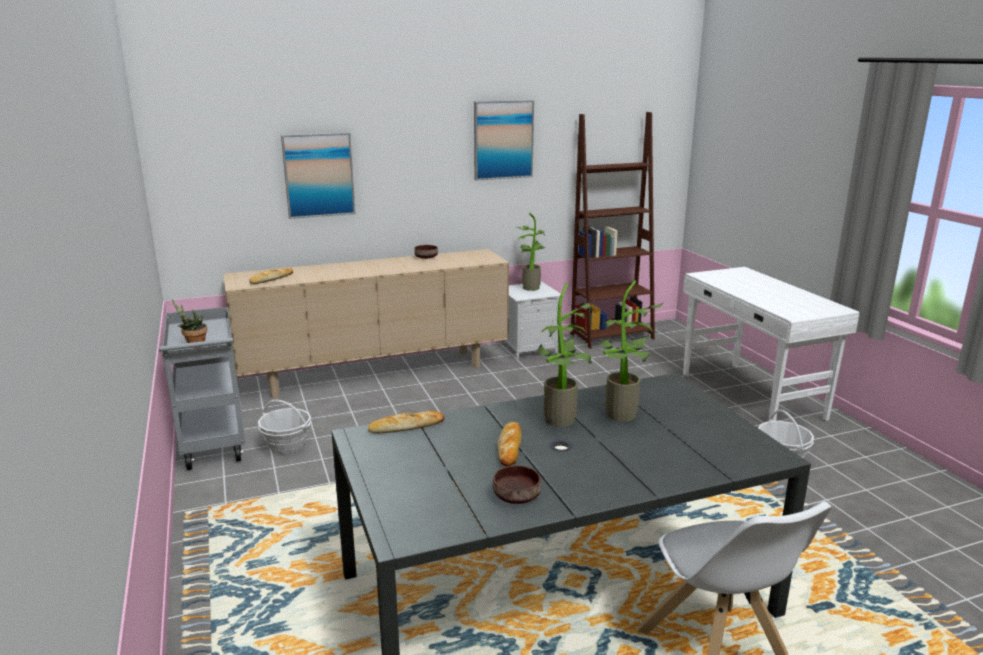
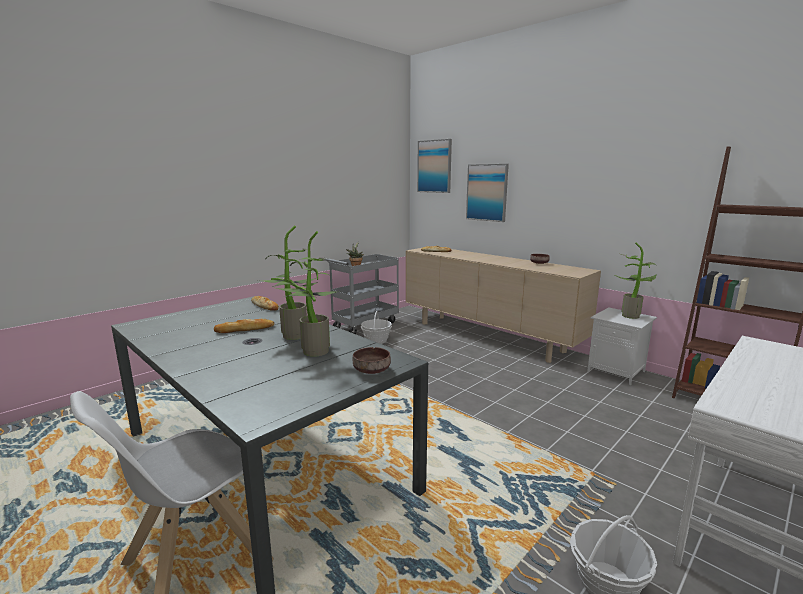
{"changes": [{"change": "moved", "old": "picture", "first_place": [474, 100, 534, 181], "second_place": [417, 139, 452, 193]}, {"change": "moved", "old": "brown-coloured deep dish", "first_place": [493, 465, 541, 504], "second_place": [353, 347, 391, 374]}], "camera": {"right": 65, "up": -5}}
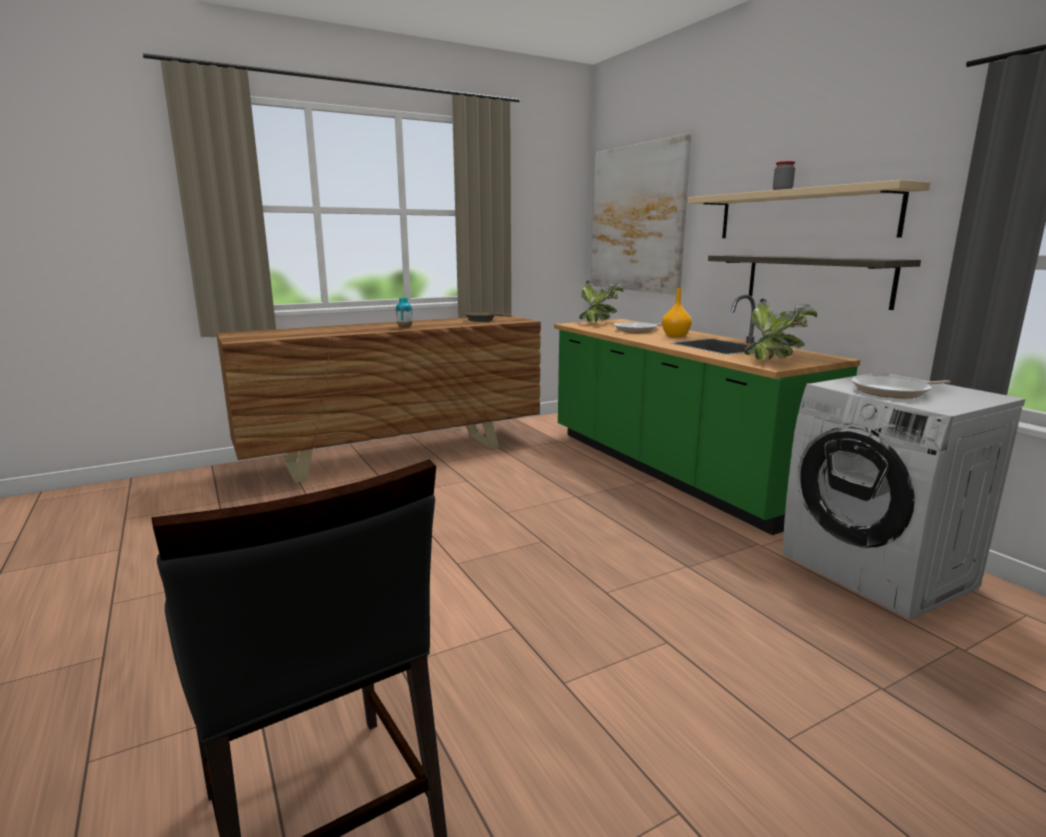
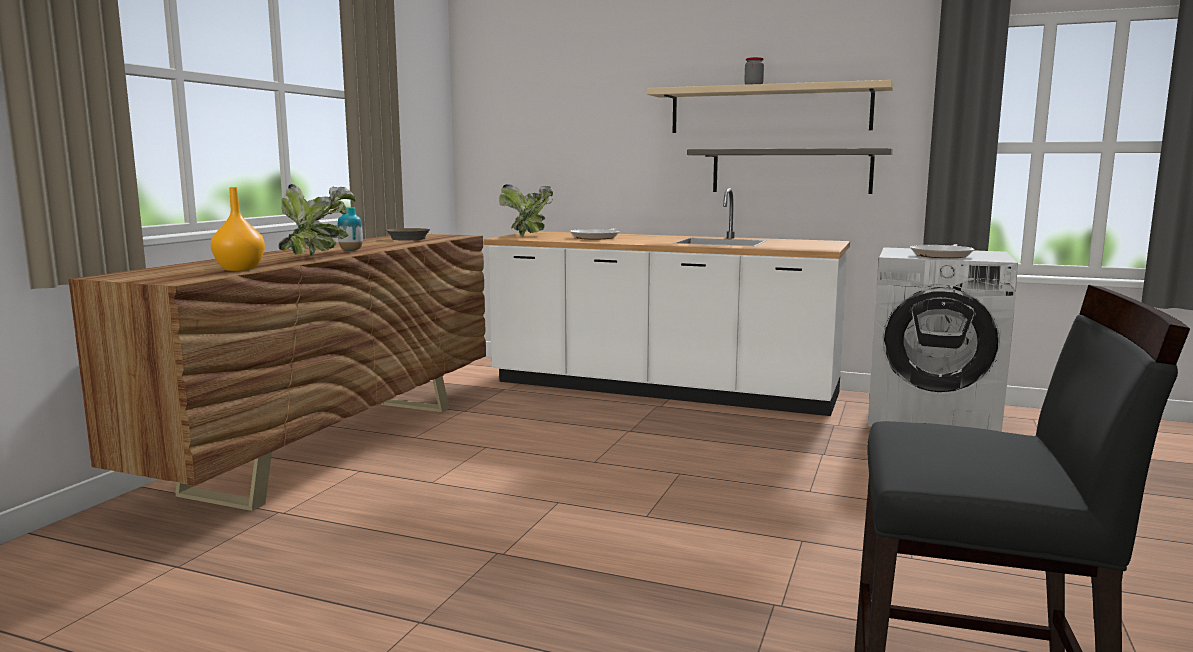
{"changes": [{"change": "removed", "old": "picture", "first_place": [591, 134, 691, 295]}, {"change": "moved", "old": "orange-coloured flower vase", "first_place": [662, 288, 692, 337], "second_place": [211, 187, 265, 271]}, {"change": "moved", "old": "plant in a pot", "first_place": [744, 299, 817, 360], "second_place": [279, 184, 356, 256]}, {"change": "recoloured", "old": "green-coloured kitchen counter", "new": "whitish kitchen counter", "first_place": [554, 294, 861, 535], "second_place": [484, 188, 850, 416]}], "camera": {"right": -40, "up": -5}}
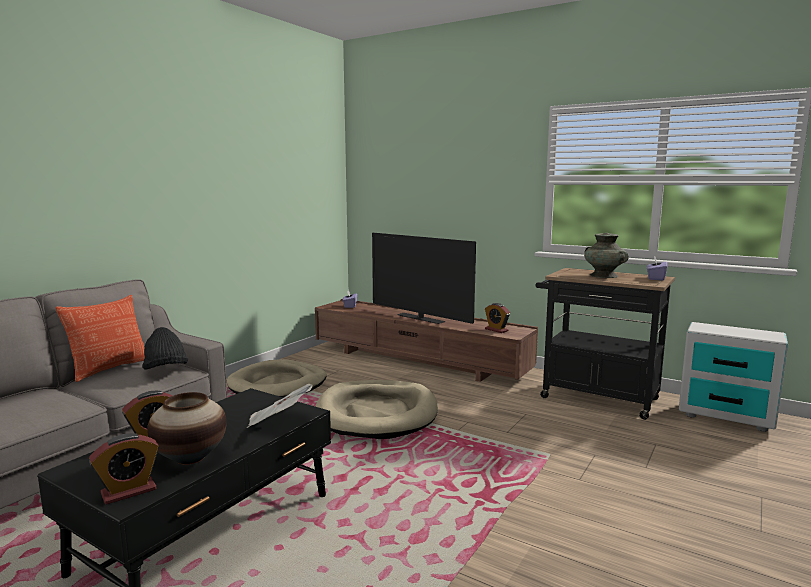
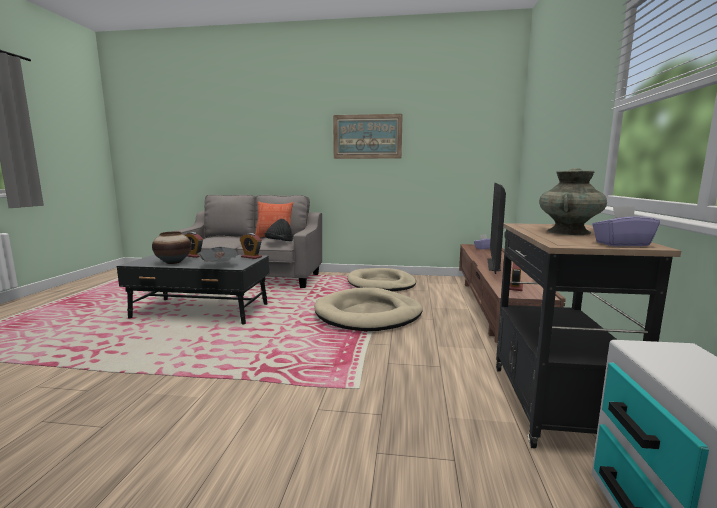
{"changes": [{"change": "added", "new": "picture", "second_place": [333, 114, 403, 159]}, {"change": "moved", "old": "bedside clock", "first_place": [89, 433, 159, 505], "second_place": [240, 233, 262, 259]}], "camera": {"right": 65, "up": 0}}
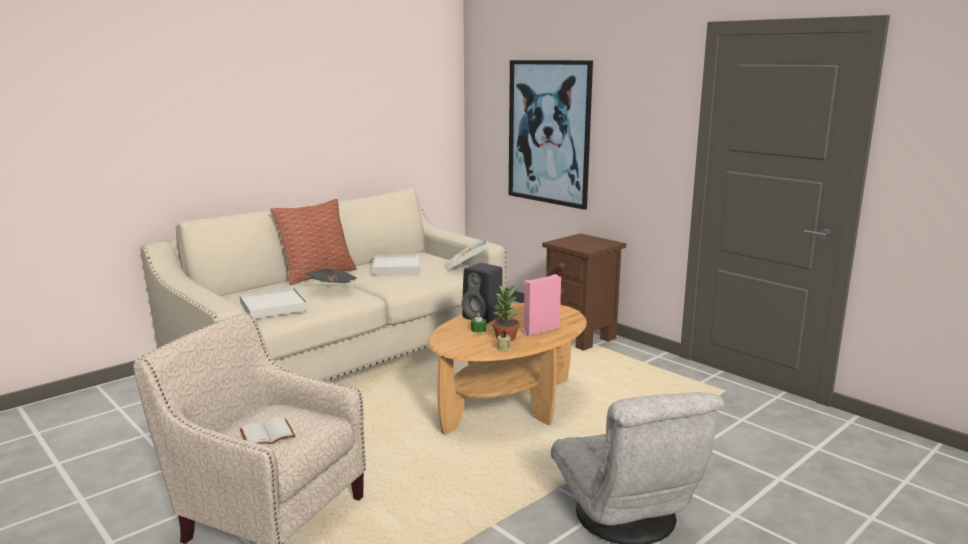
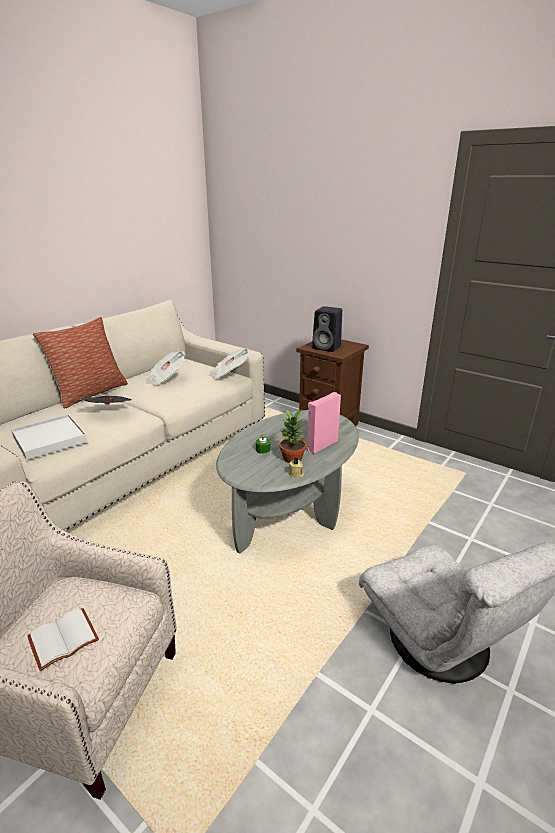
{"changes": [{"change": "removed", "old": "picture", "first_place": [509, 60, 593, 210]}, {"change": "moved", "old": "blackish speaker", "first_place": [462, 263, 503, 324], "second_place": [312, 306, 342, 352]}, {"change": "replaced", "old": "whitish carrying tray", "new": "printed paper", "first_place": [371, 254, 420, 275], "second_place": [143, 351, 186, 385]}, {"change": "recoloured", "old": "brown-coloured low table", "new": "greyish low table", "first_place": [427, 303, 587, 435], "second_place": [216, 410, 359, 554]}], "camera": {"right": -10, "up": 10}}
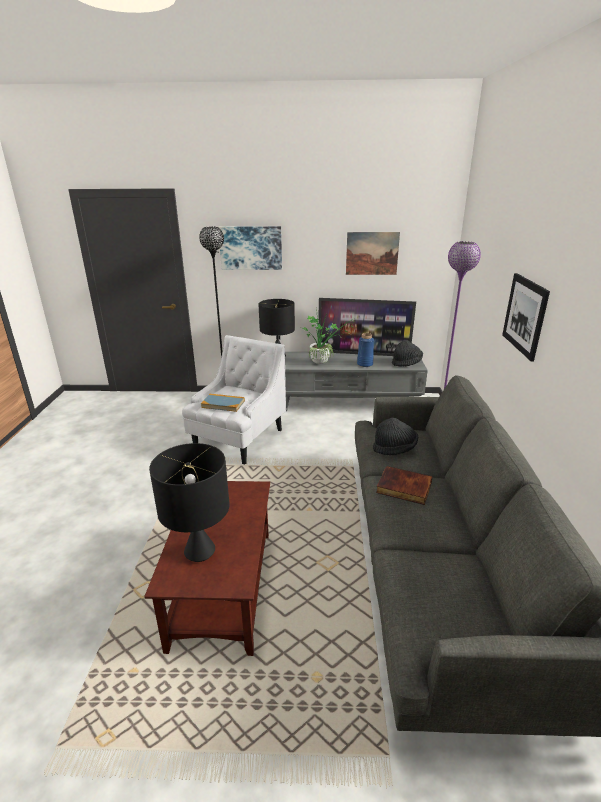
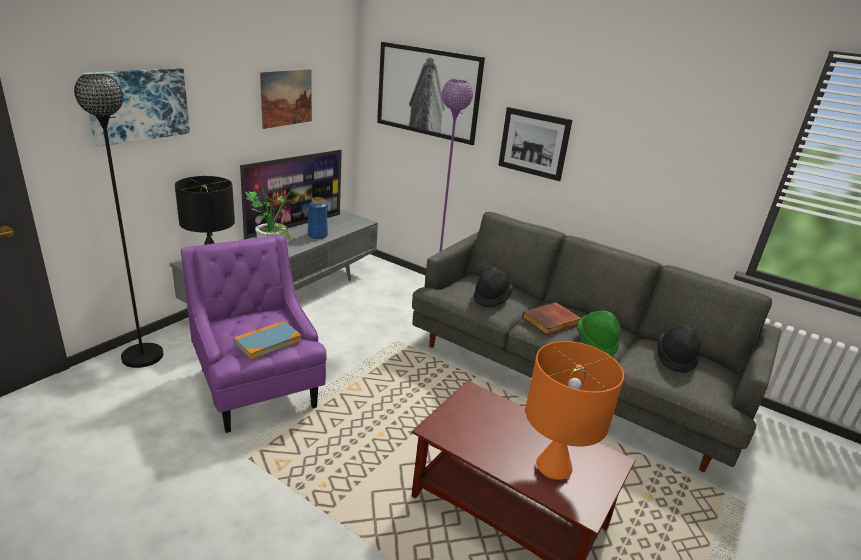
{"changes": [{"change": "added", "new": "picture", "second_place": [377, 42, 485, 145]}, {"change": "added", "new": "green-coloured wearable hat", "second_place": [577, 310, 621, 357]}, {"change": "moved", "old": "blackish wearable hat", "first_place": [392, 340, 423, 367], "second_place": [658, 325, 701, 373]}, {"change": "recoloured", "old": "blackish table lamp", "new": "orange-coloured table lamp", "first_place": [149, 443, 230, 562], "second_place": [525, 341, 624, 480]}, {"change": "recoloured", "old": "whitish easy chair", "new": "purplish easy chair", "first_place": [182, 335, 286, 465], "second_place": [181, 235, 327, 433]}], "camera": {"right": -60, "up": 0}}
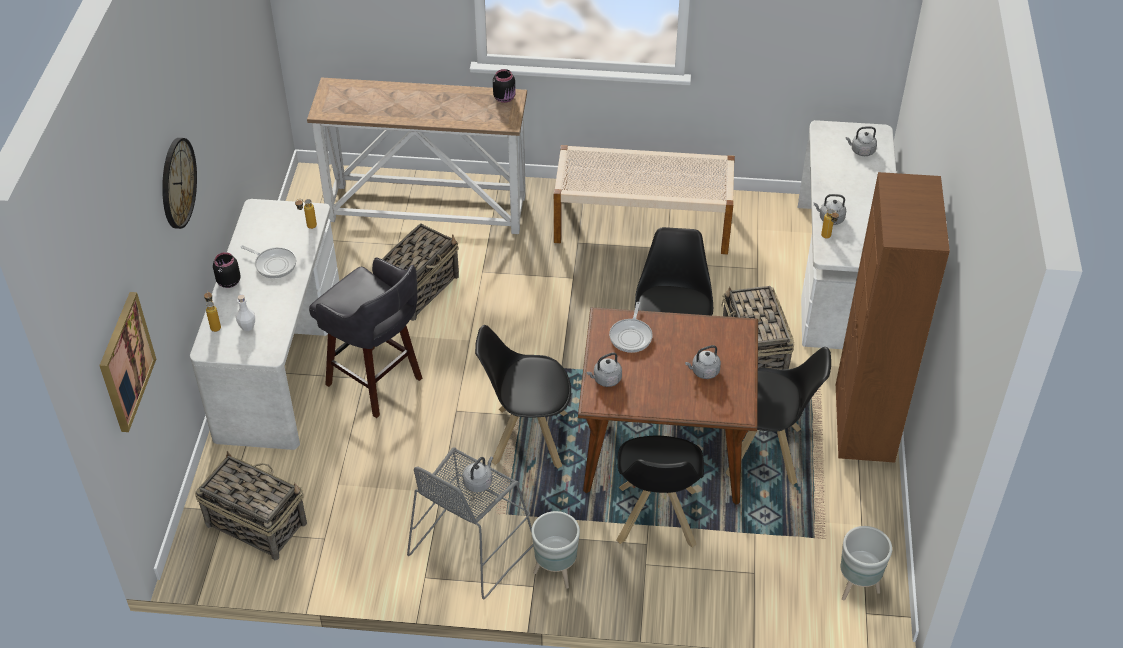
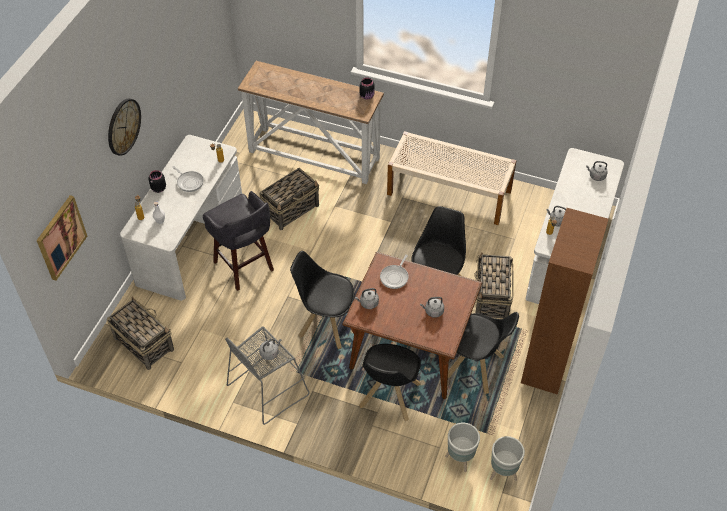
{"changes": [{"change": "moved", "old": "greyish plant pot", "first_place": [531, 511, 580, 588], "second_place": [445, 423, 480, 472]}], "camera": {"right": 15, "up": 5}}
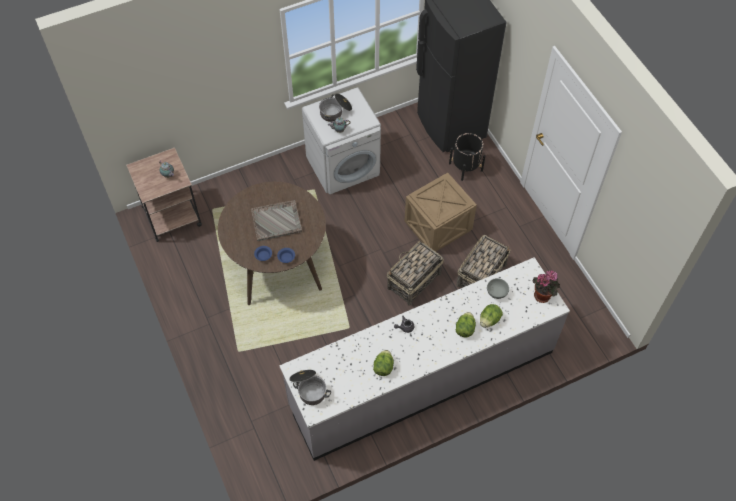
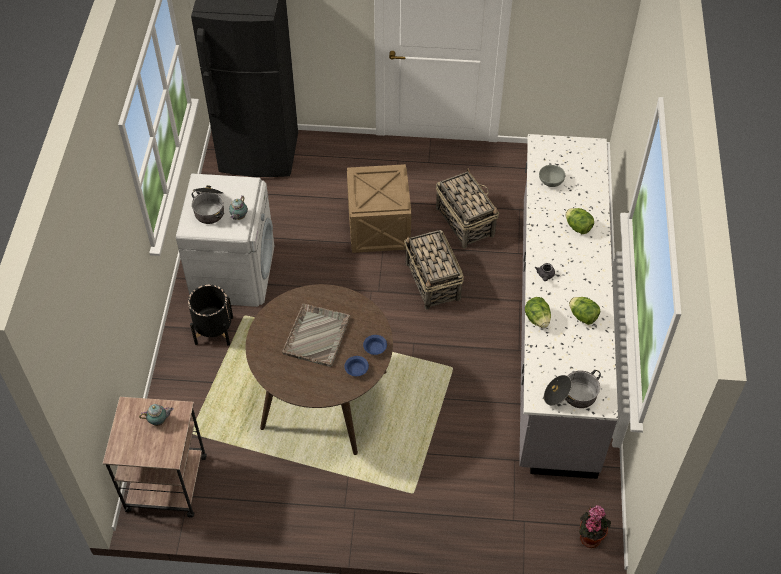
{"changes": [{"change": "moved", "old": "blackish plant pot", "first_place": [449, 133, 485, 181], "second_place": [188, 285, 233, 346]}, {"change": "moved", "old": "head of lettuce", "first_place": [480, 304, 503, 327], "second_place": [525, 297, 551, 328]}, {"change": "moved", "old": "plant in a pot", "first_place": [533, 270, 560, 303], "second_place": [579, 505, 611, 548]}], "camera": {"right": -60, "up": -5}}
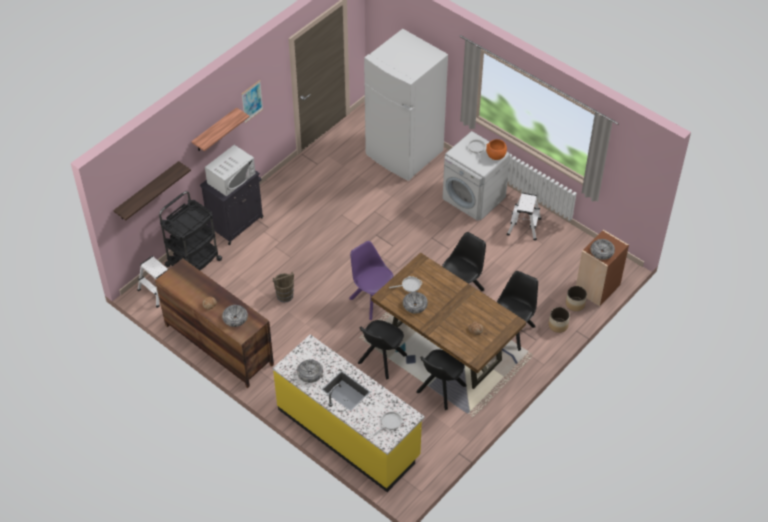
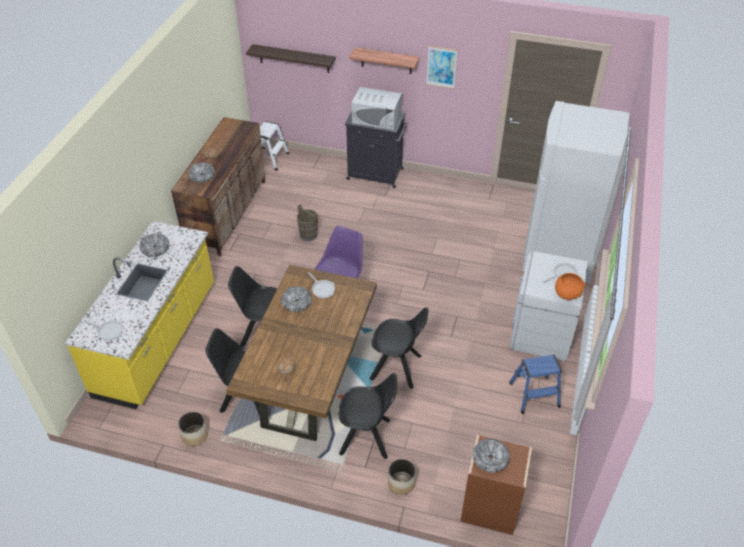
{"changes": [{"change": "removed", "old": "blackish cart", "first_place": [159, 191, 222, 270]}, {"change": "moved", "old": "plant pot", "first_place": [566, 286, 587, 311], "second_place": [178, 412, 208, 446]}, {"change": "recoloured", "old": "whitish step ladder", "new": "blue step ladder", "first_place": [507, 193, 541, 241], "second_place": [509, 354, 562, 414]}], "camera": {"right": 65, "up": -5}}
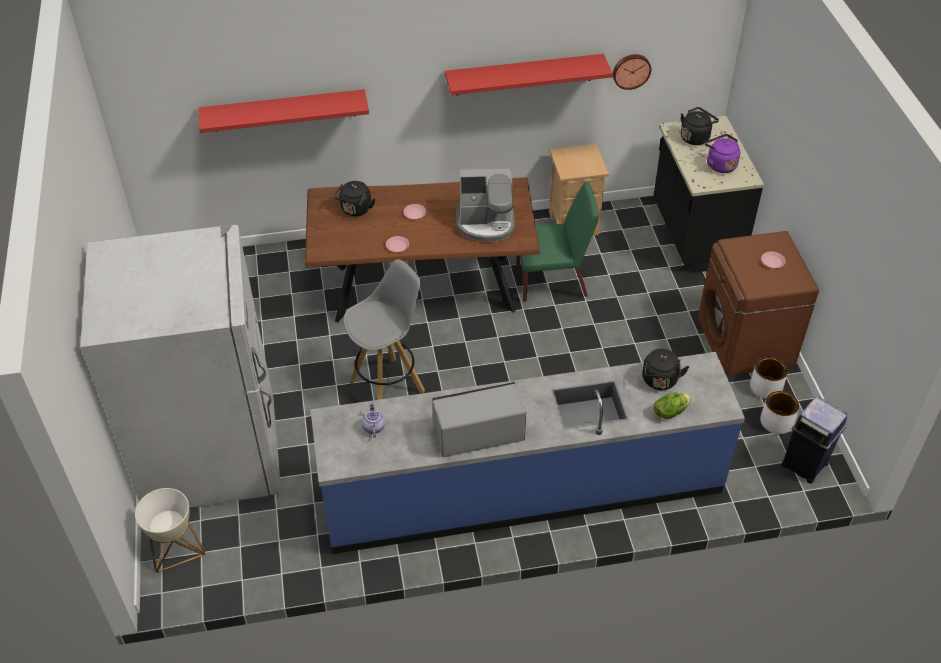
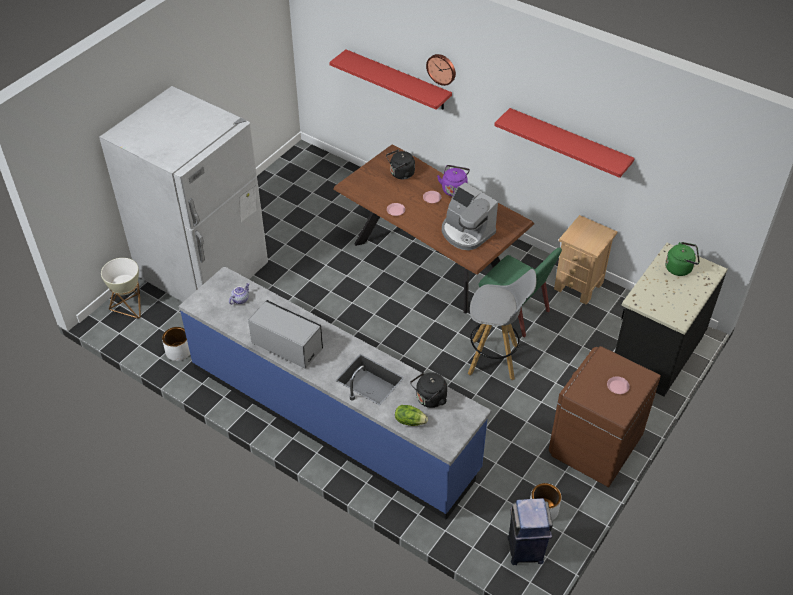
{"changes": [{"change": "moved", "old": "greyish sitting stool", "first_place": [344, 259, 425, 400], "second_place": [468, 269, 537, 380]}, {"change": "moved", "old": "clock on the wall", "first_place": [613, 54, 651, 90], "second_place": [426, 54, 456, 86]}, {"change": "moved", "old": "purplish tea kettle", "first_place": [704, 134, 740, 173], "second_place": [437, 165, 470, 196]}, {"change": "moved", "old": "whitish plant pot", "first_place": [750, 357, 788, 399], "second_place": [162, 327, 190, 361]}, {"change": "recoloured", "old": "blackish tea kettle", "new": "green-coloured tea kettle", "first_place": [681, 107, 719, 145], "second_place": [665, 242, 700, 276]}], "camera": {"right": 45, "up": 0}}
